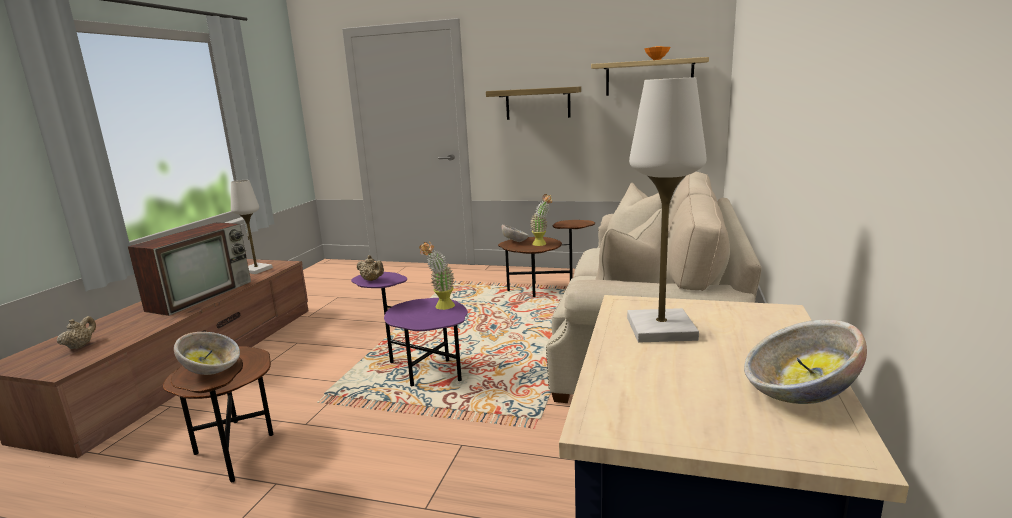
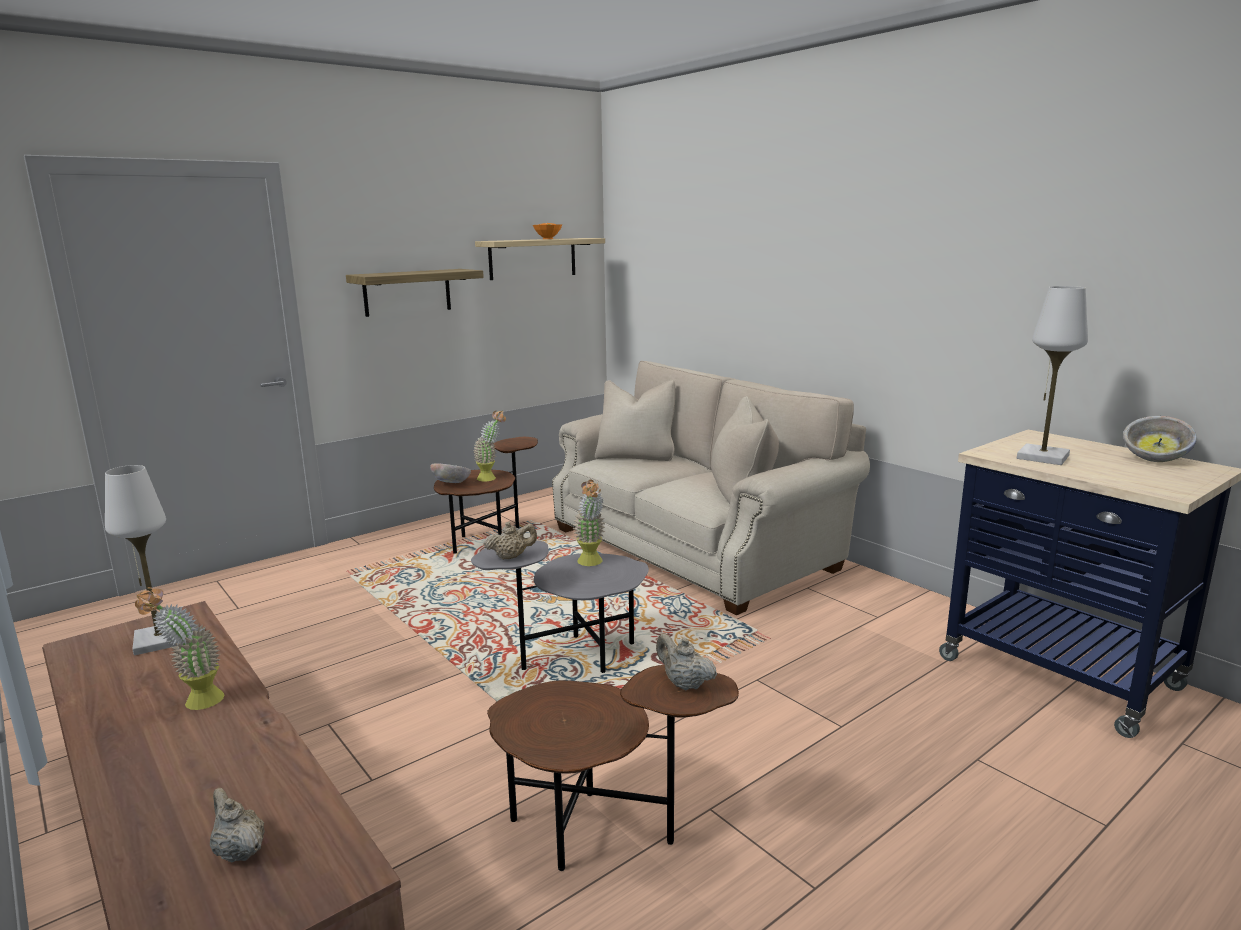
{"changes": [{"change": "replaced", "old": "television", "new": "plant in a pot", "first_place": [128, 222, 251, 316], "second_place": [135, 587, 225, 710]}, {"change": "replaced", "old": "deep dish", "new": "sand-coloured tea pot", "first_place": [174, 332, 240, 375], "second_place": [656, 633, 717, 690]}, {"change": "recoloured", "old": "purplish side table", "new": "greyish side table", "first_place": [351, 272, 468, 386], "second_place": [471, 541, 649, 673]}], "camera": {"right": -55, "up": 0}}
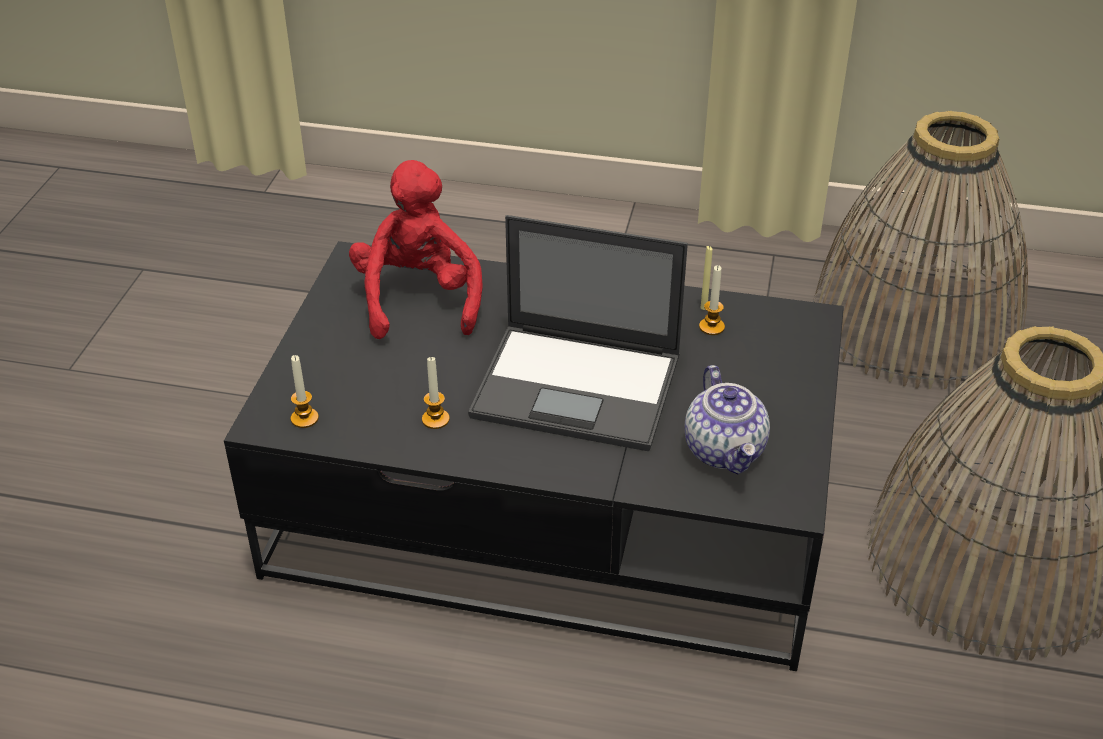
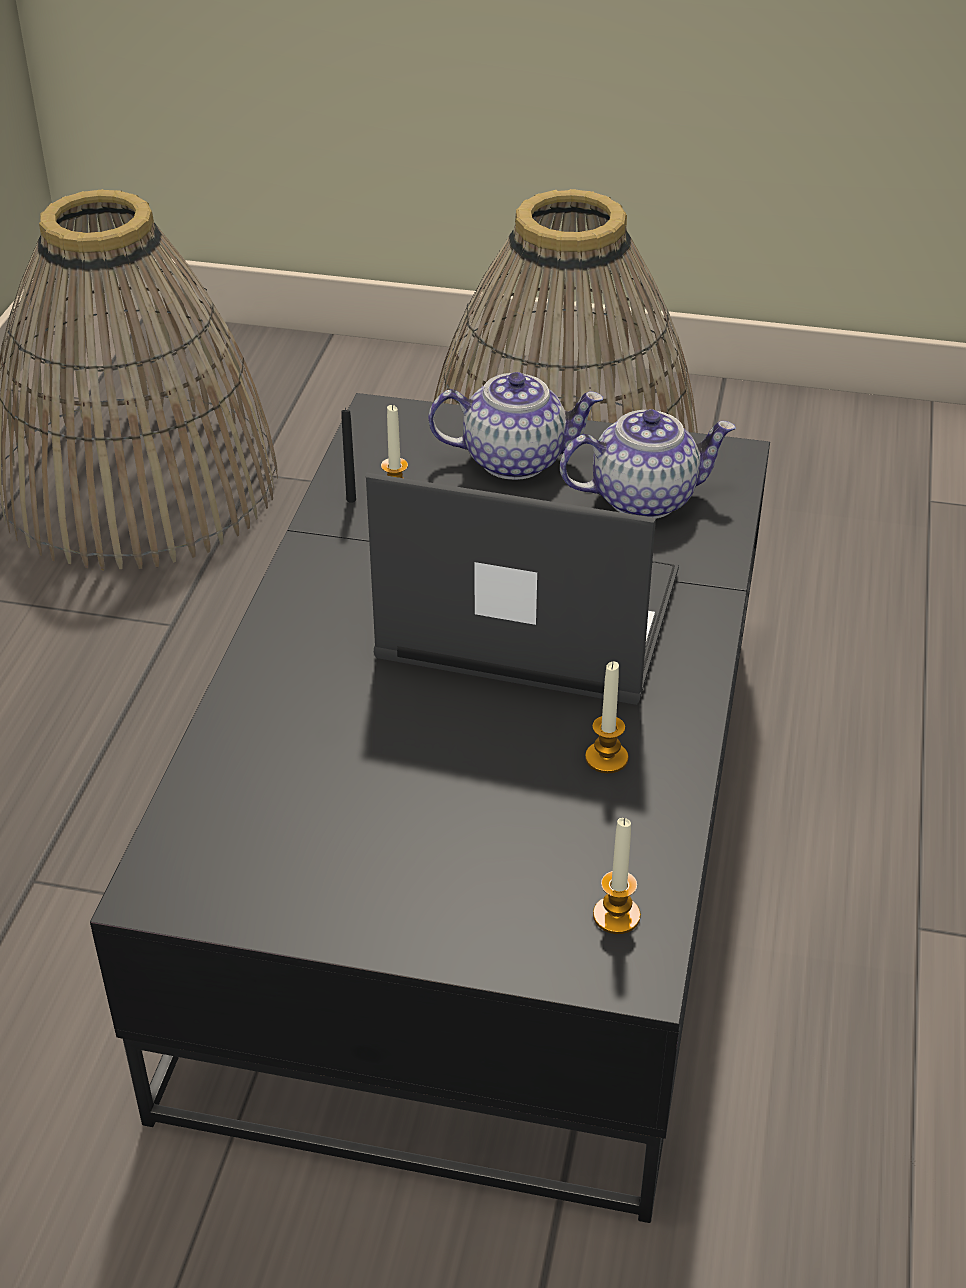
{"changes": [{"change": "removed", "old": "red plush toy", "first_place": [349, 160, 483, 339]}, {"change": "added", "new": "tea pot", "second_place": [428, 372, 603, 480]}, {"change": "recoloured", "old": "yellowish candle", "new": "blackish candle", "first_place": [701, 246, 712, 310], "second_place": [341, 408, 356, 503]}, {"change": "turned", "old": "notebook computer", "first_place": [468, 215, 688, 451], "second_place": [366, 473, 679, 705], "degrees": -90}], "camera": {"right": -90, "up": 0}}
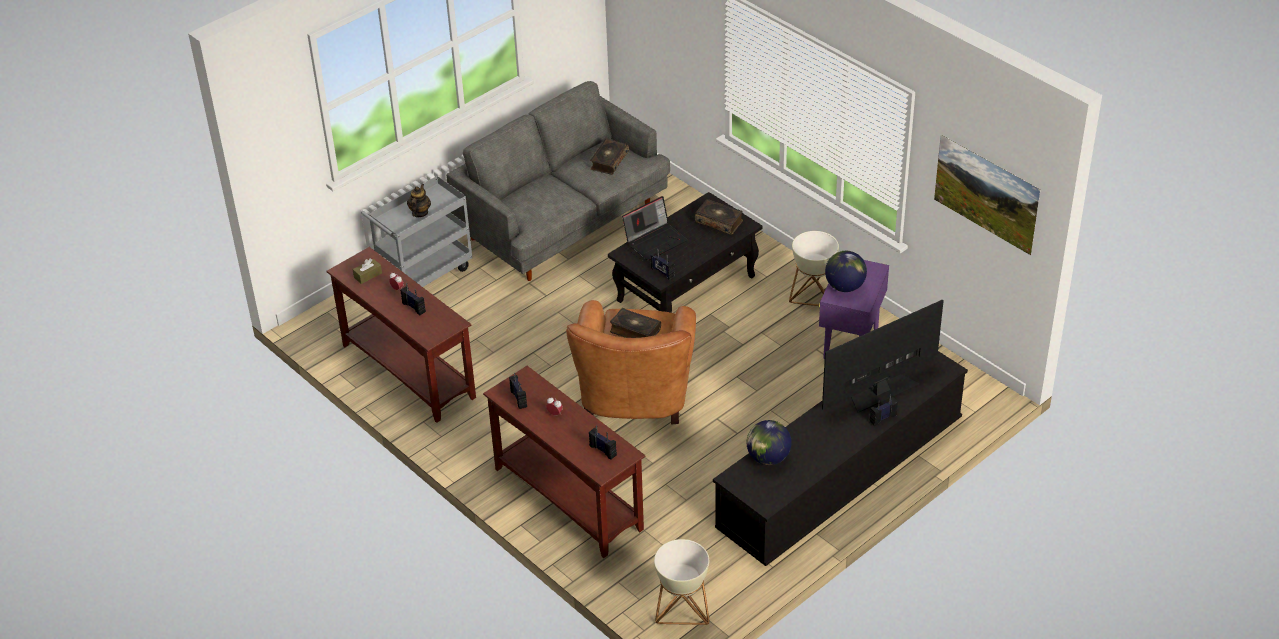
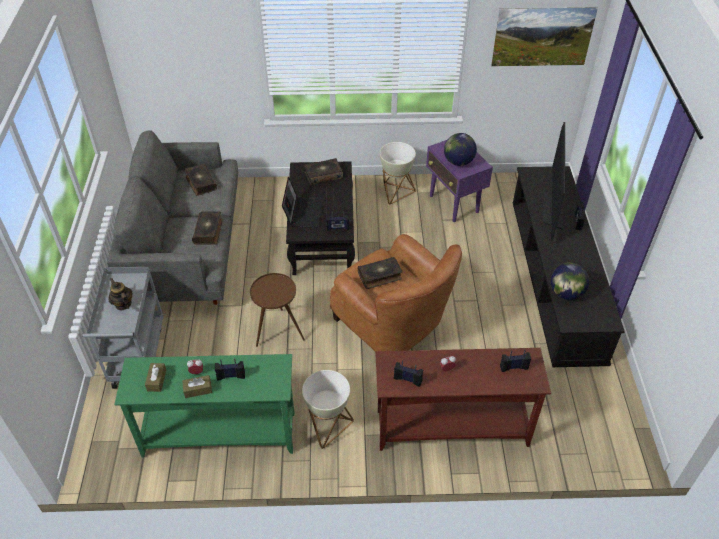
{"changes": [{"change": "added", "new": "brown-coloured tissue holder", "second_place": [182, 375, 212, 398]}, {"change": "added", "new": "bound book", "second_place": [192, 211, 223, 245]}, {"change": "added", "new": "brown-coloured side table", "second_place": [250, 273, 305, 347]}, {"change": "moved", "old": "plant pot", "first_place": [654, 539, 710, 625], "second_place": [302, 370, 354, 449]}, {"change": "recoloured", "old": "brown-coloured narrow table", "new": "green-coloured narrow table", "first_place": [327, 247, 476, 423], "second_place": [114, 354, 294, 457]}], "camera": {"right": -50, "up": 5}}
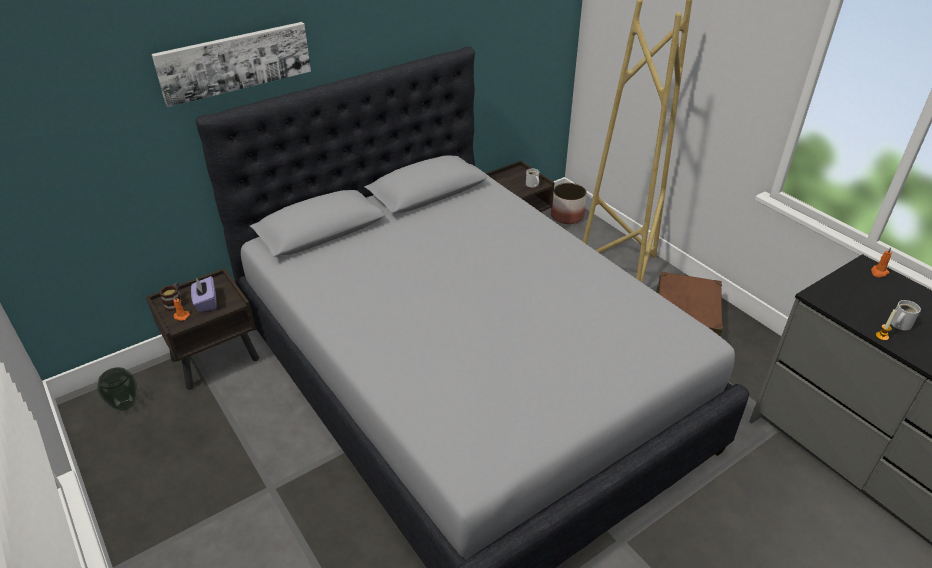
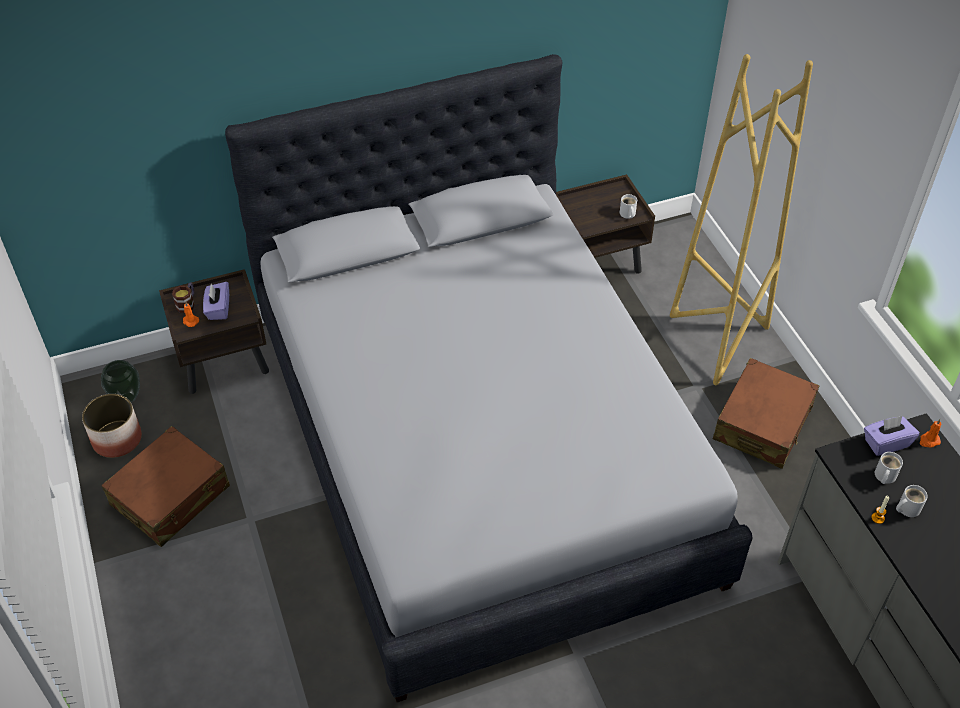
{"changes": [{"change": "removed", "old": "picture", "first_place": [152, 22, 311, 107]}, {"change": "added", "new": "brown-coloured travel case", "second_place": [101, 426, 230, 547]}, {"change": "added", "new": "purplish tissue holder", "second_place": [864, 416, 919, 456]}, {"change": "added", "new": "whitish coffee mug", "second_place": [875, 452, 903, 484]}, {"change": "moved", "old": "plant pot", "first_place": [551, 183, 587, 224], "second_place": [82, 394, 142, 458]}], "camera": {"right": 15, "up": 10}}
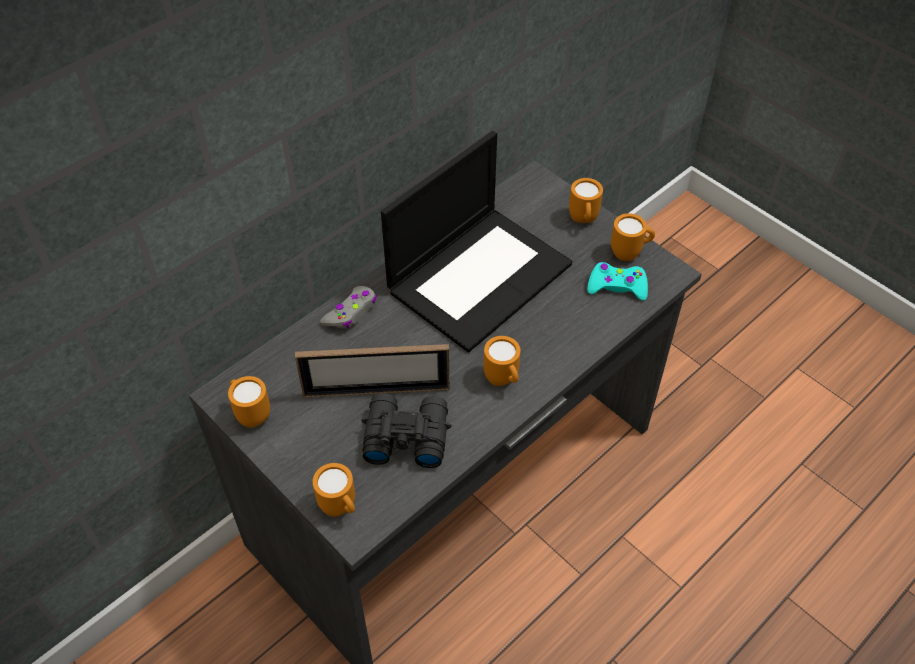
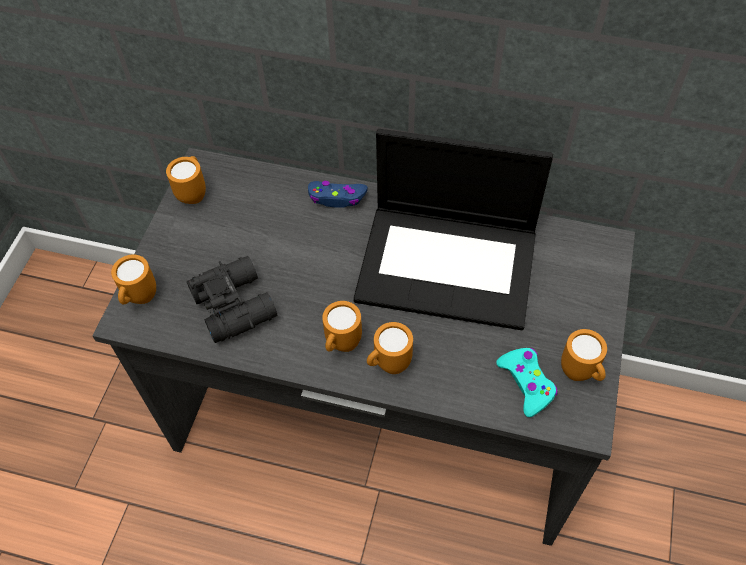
{"changes": [{"change": "removed", "old": "picture frame", "first_place": [295, 344, 449, 398]}, {"change": "moved", "old": "orange-coloured coffee mug", "first_place": [569, 178, 603, 223], "second_place": [367, 322, 413, 374]}, {"change": "recoloured", "old": "greyish game controller", "new": "blue game controller", "first_place": [320, 286, 377, 329], "second_place": [308, 181, 368, 208]}], "camera": {"right": 60, "up": 5}}
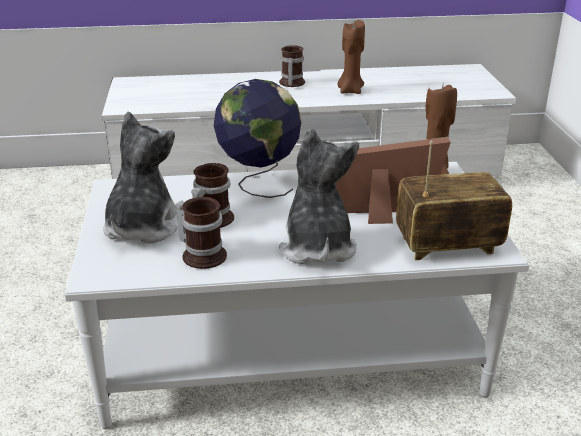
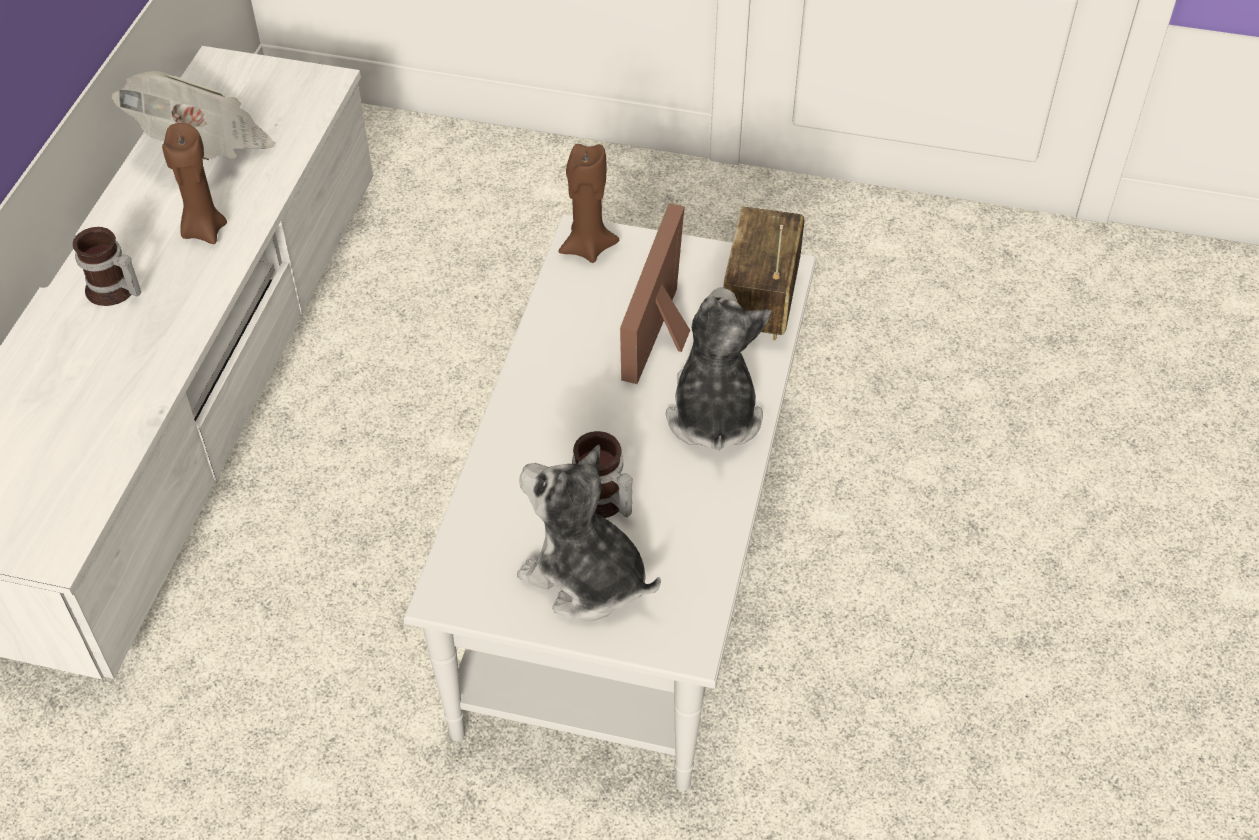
{"changes": [{"change": "removed", "old": "coffee mug", "first_place": [175, 197, 227, 269]}, {"change": "removed", "old": "desk globe", "first_place": [214, 79, 302, 198]}, {"change": "added", "new": "printed paper", "second_place": [111, 71, 275, 160]}, {"change": "turned", "old": "plush toy", "first_place": [279, 128, 359, 264], "second_place": [666, 287, 772, 451], "degrees": 75}], "camera": {"right": -70, "up": 20}}
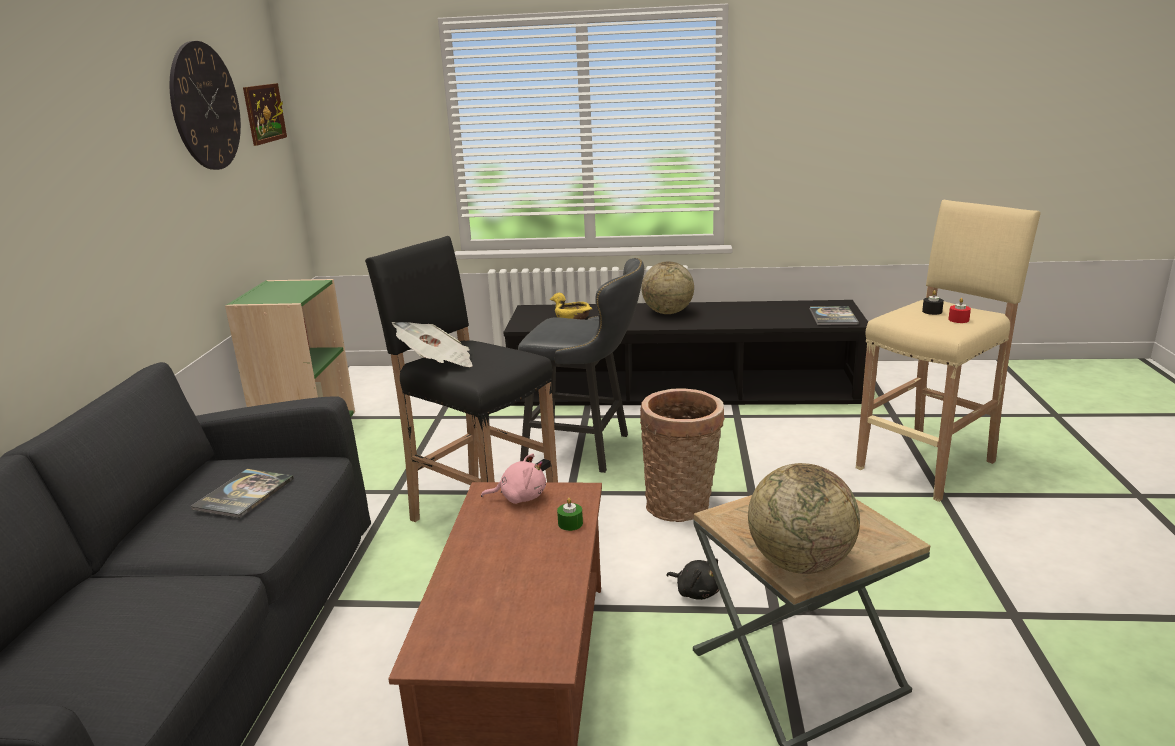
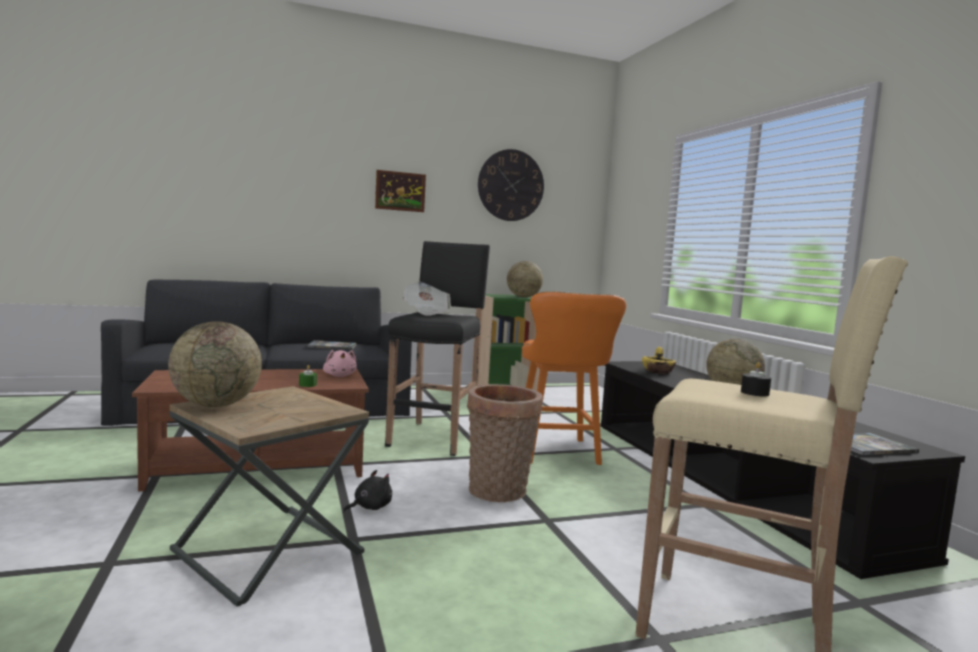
{"changes": [{"change": "removed", "old": "red candle", "first_place": [948, 298, 971, 323]}, {"change": "added", "new": "desk globe", "second_place": [507, 261, 543, 297]}, {"change": "moved", "old": "picture", "first_place": [243, 83, 287, 146], "second_place": [375, 170, 426, 212]}, {"change": "recoloured", "old": "greyish sitting stool", "new": "orange-coloured sitting stool", "first_place": [518, 258, 644, 473], "second_place": [522, 291, 626, 465]}, {"change": "turned", "old": "blackish plush toy", "first_place": [666, 558, 719, 600], "second_place": [343, 470, 392, 513], "degrees": -150}], "camera": {"right": 65, "up": -15}}
